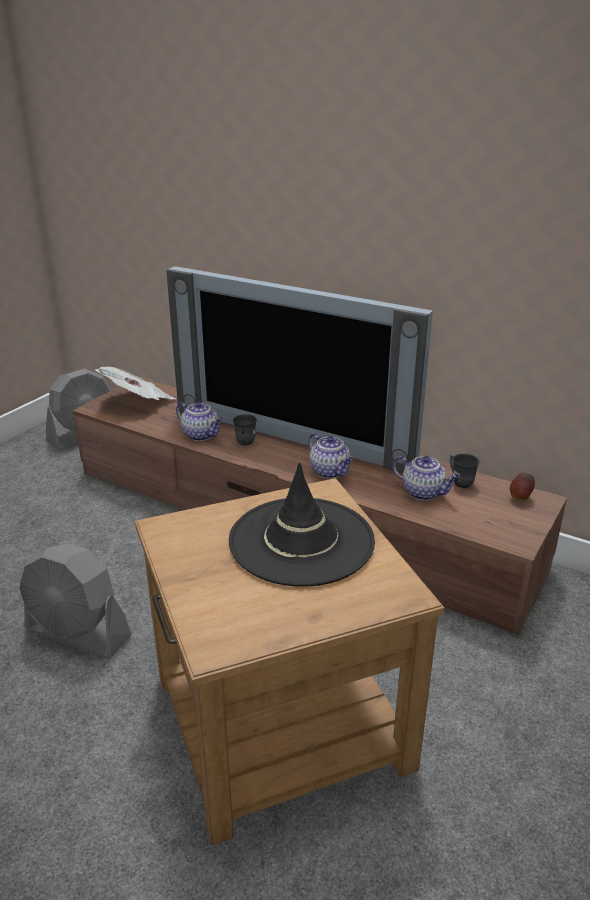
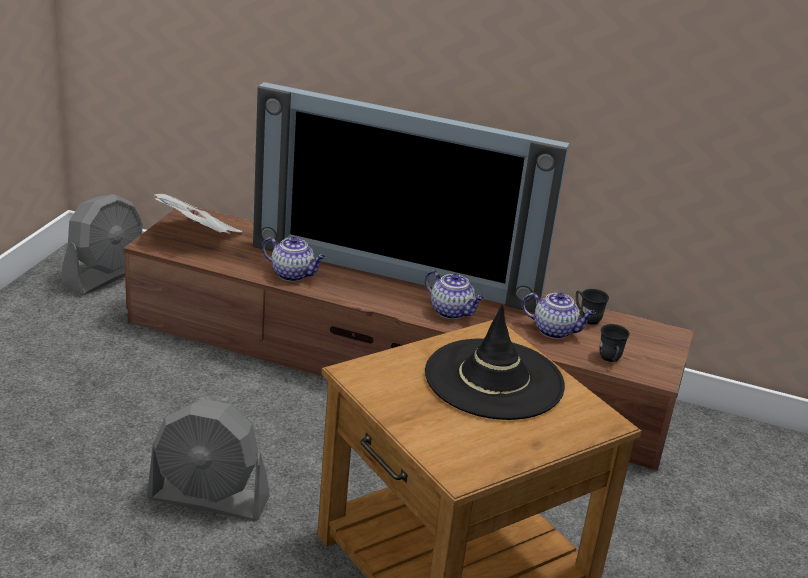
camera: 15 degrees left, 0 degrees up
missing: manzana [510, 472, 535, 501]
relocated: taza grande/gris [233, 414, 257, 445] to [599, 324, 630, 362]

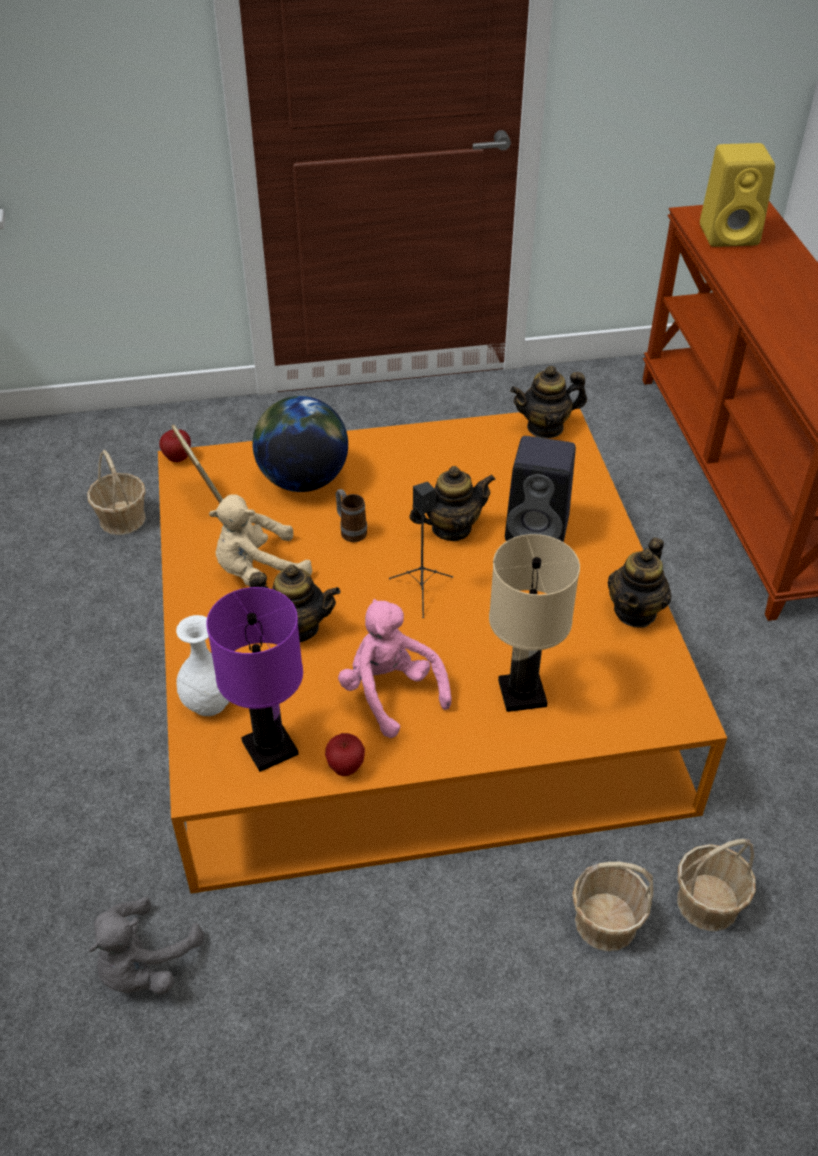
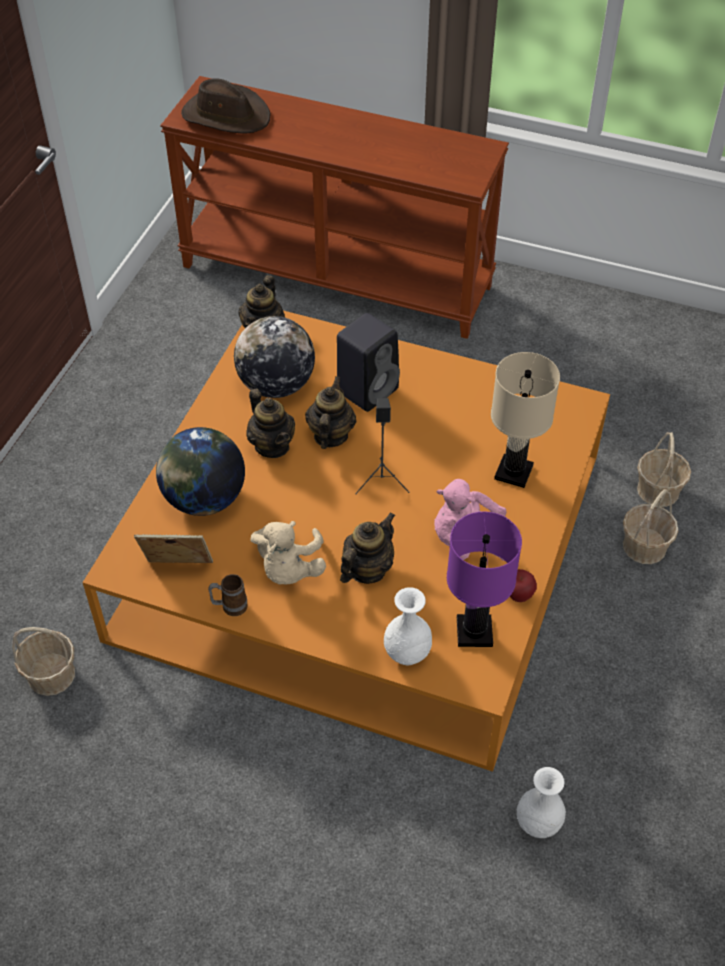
camera: 60 degrees left, 5 degrees up
missing: manzana [159, 429, 191, 462]
appeared: globo terráqueo [234, 316, 315, 398]
relocated: taza grande [336, 489, 367, 542] to [208, 574, 248, 616]; tetera [608, 538, 671, 628] to [246, 388, 295, 458]
exchanged: altavoz/amarillo [700, 143, 775, 247] to sombrero/marrón [181, 78, 271, 133]; peluche/gris [88, 897, 204, 994] to florero/blanco [517, 767, 566, 838]

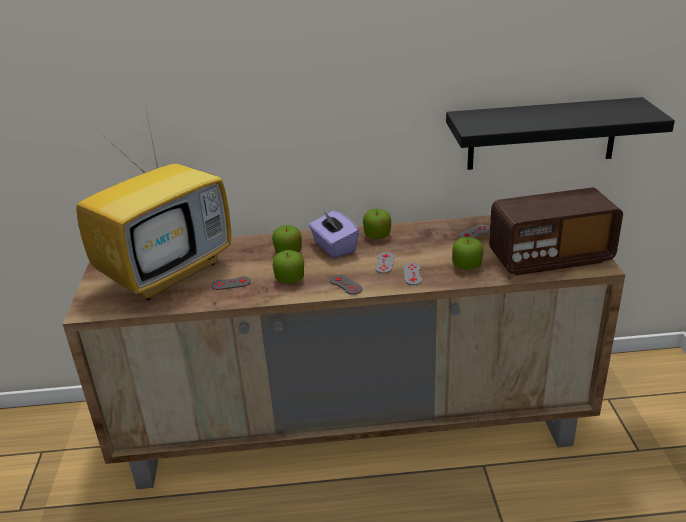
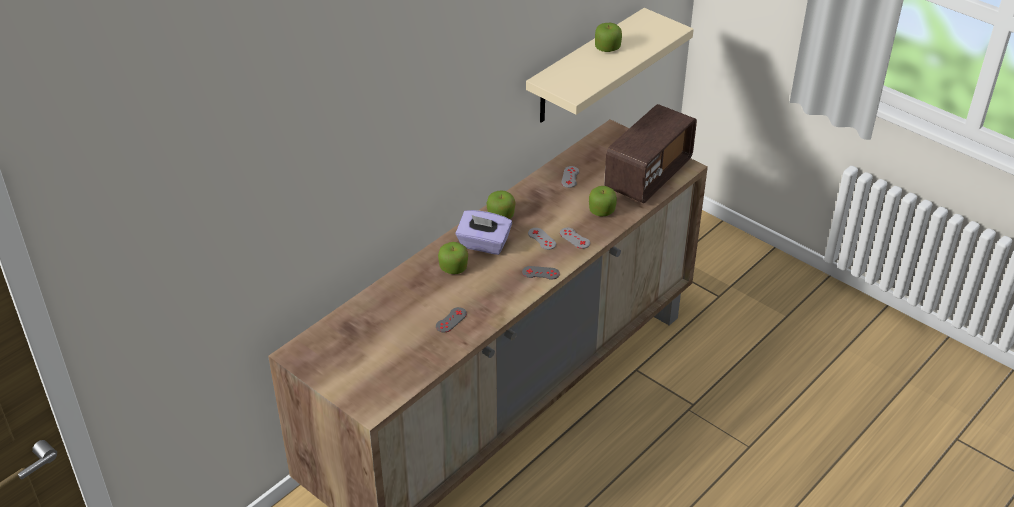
camera: 45 degrees left, 10 degrees up
missing: televisor [76, 105, 231, 300]
relocated: manzana [273, 250, 304, 283] to [595, 23, 622, 52]
colour: estante/negro [446, 97, 675, 170] to estante/beis [526, 8, 694, 123]

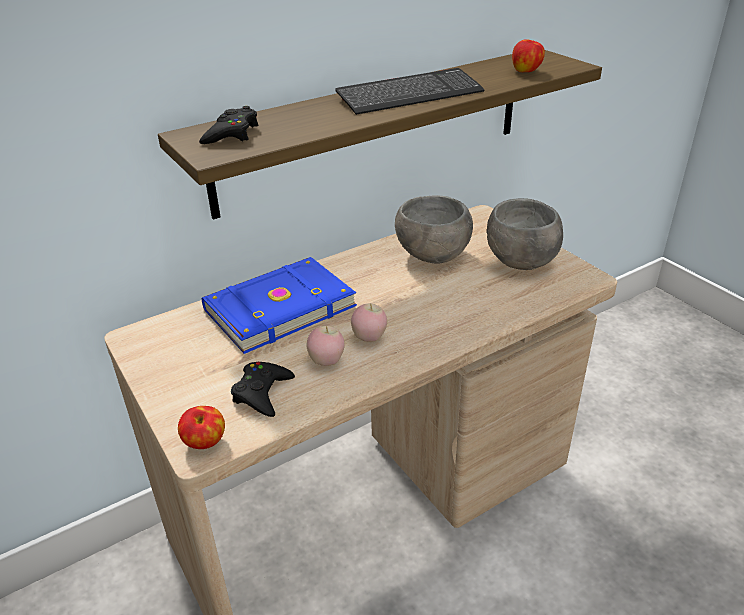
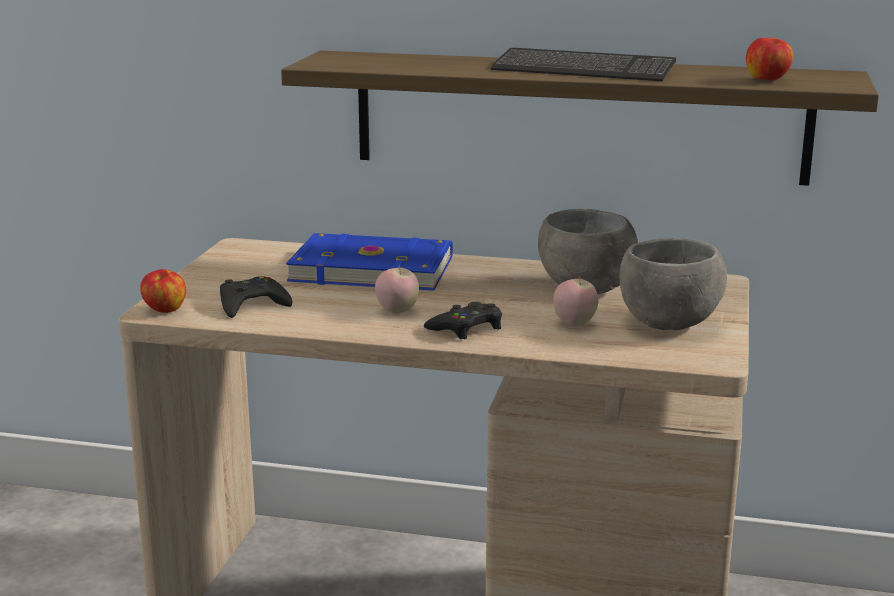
camera: 45 degrees right, 15 degrees down
relocated: mando de consola/negro [199, 106, 258, 144] to [424, 302, 502, 339]; manzana [306, 326, 345, 366] to [553, 275, 598, 326]

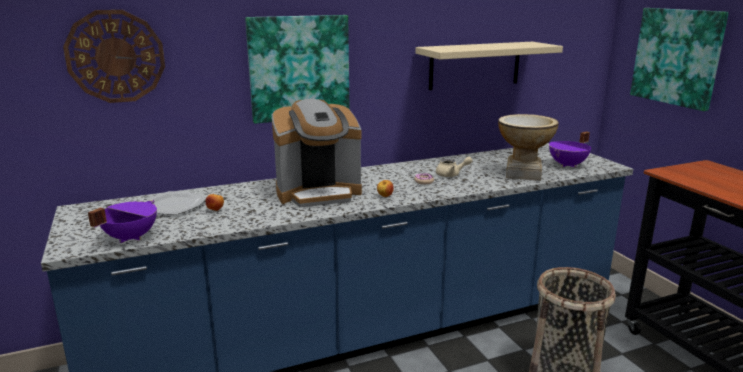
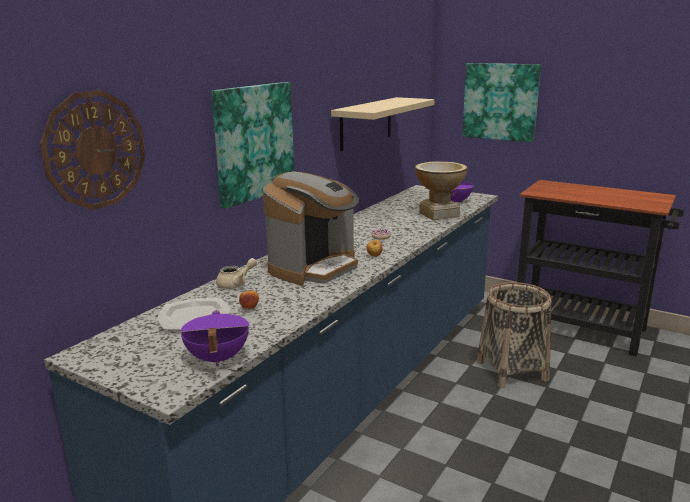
camera: 35 degrees left, 0 degrees up
relocated: tetera/beis [436, 157, 473, 177] to [216, 258, 257, 289]

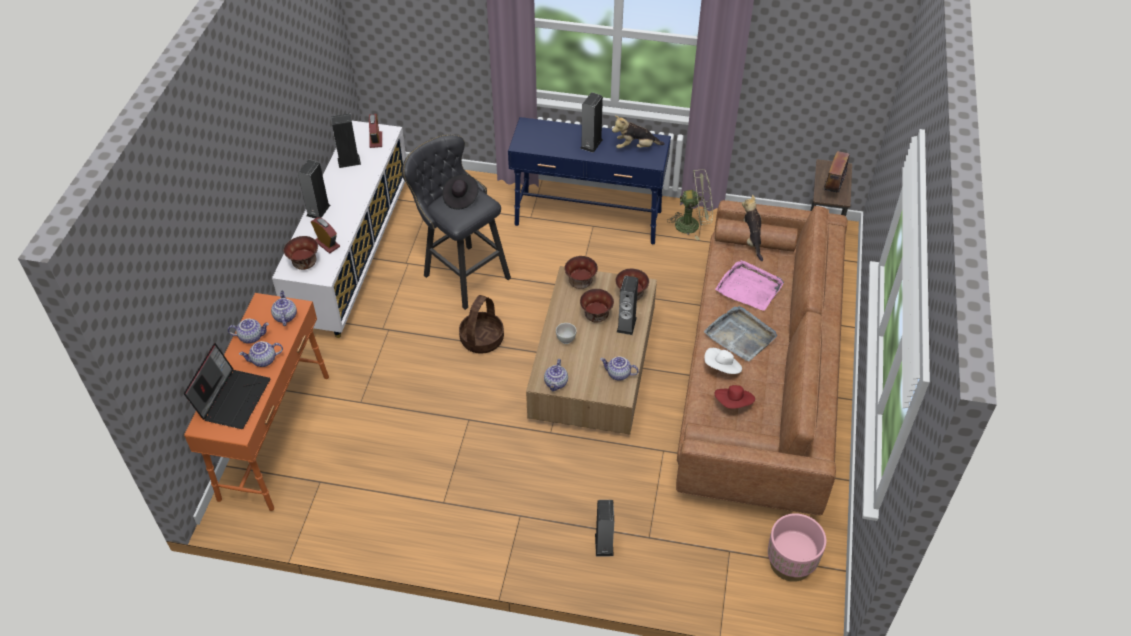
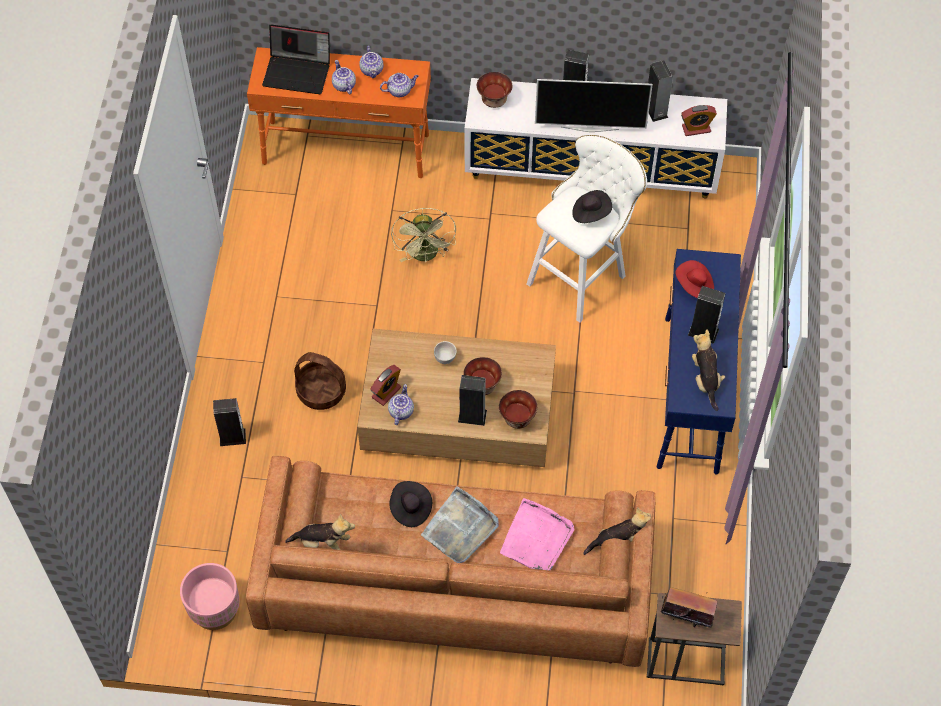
camera: 85 degrees right, 10 degrees up
missing: tetera [544, 359, 568, 391]; cuenco [564, 256, 598, 289]
appeared: peluche [285, 514, 355, 550]; televisor [535, 79, 653, 132]
relocated: cesta [459, 295, 504, 354] to [294, 352, 346, 410]; despertador [311, 217, 340, 253] to [370, 365, 401, 406]; ventilador/verde [667, 169, 713, 240] to [391, 208, 456, 262]; sombrero/rojo [714, 385, 755, 409] to [676, 260, 714, 298]
colour: sombrero/blanco [704, 348, 742, 374] to sombrero/negro [389, 481, 432, 527]; taburete/negro [402, 135, 511, 310] to taburete/blanco [527, 135, 647, 323]

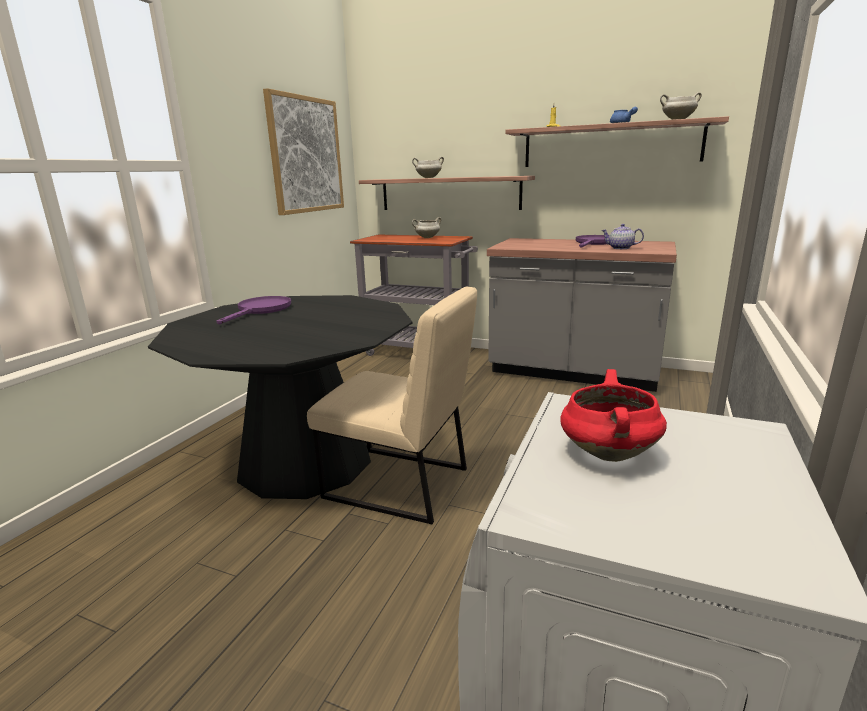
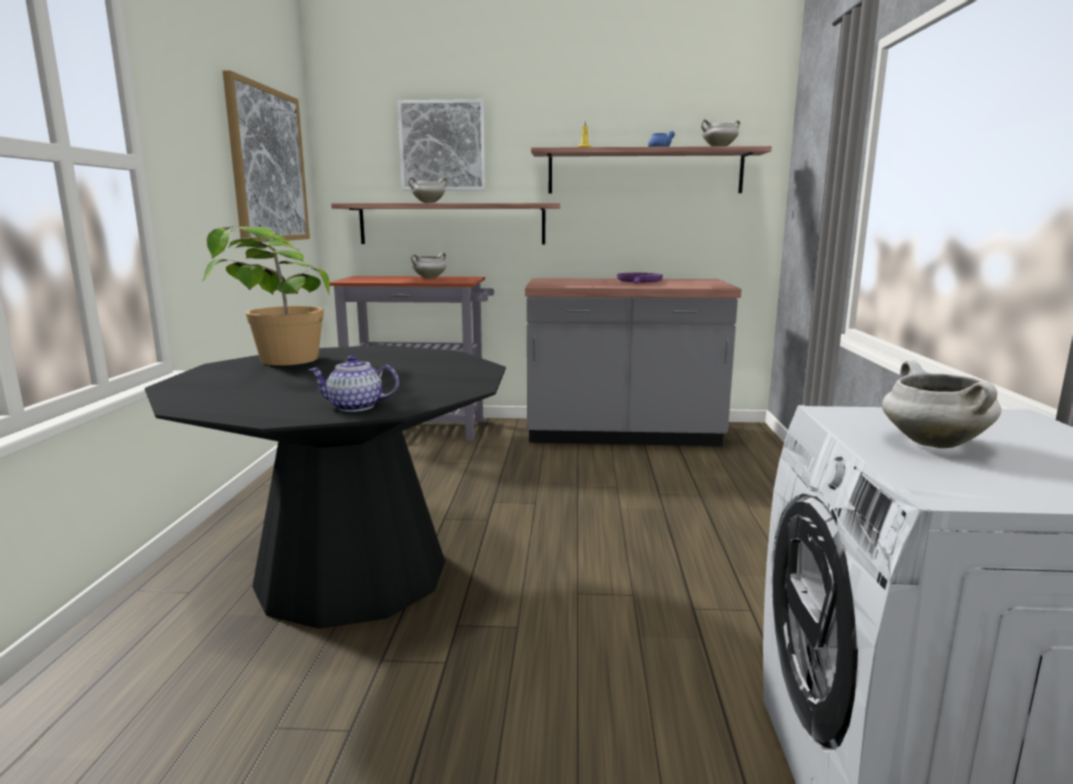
camera: 20 degrees left, 5 degrees down
missing: silla/beis [307, 287, 477, 524]
appeared: cuadro [397, 99, 486, 191]
relocated: tetera [601, 224, 644, 249] to [309, 355, 399, 412]
exchanged: sartén/morado [216, 296, 291, 324] to planta en maceta [202, 226, 330, 366]
colour: olla/rojo [560, 369, 667, 462] to olla/blanco [882, 360, 1001, 448]

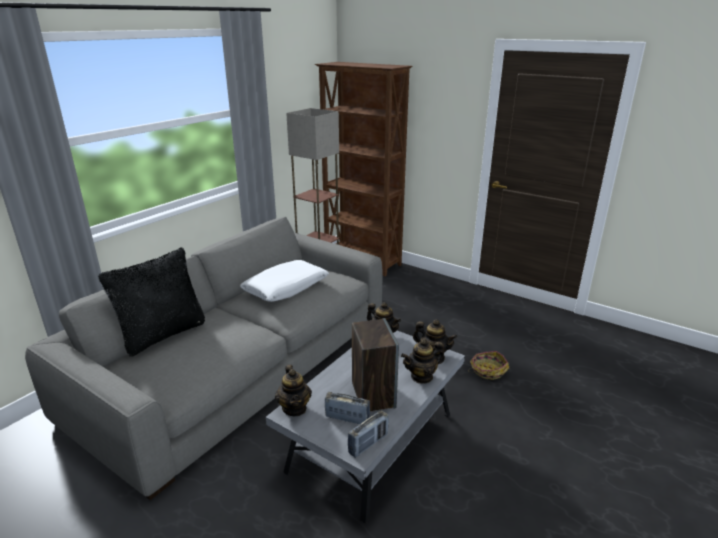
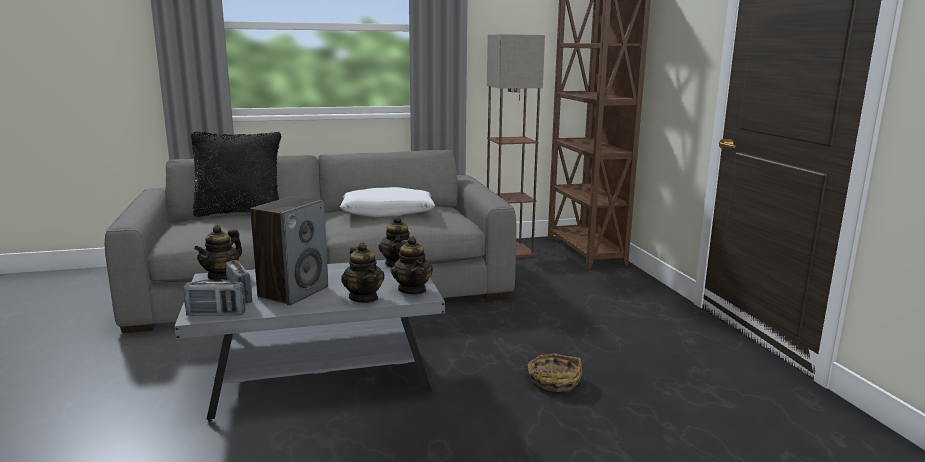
camera: 40 degrees right, 10 degrees down
spun: tetera [401, 339, 445, 383] = [341, 242, 385, 303] 135 degrees counterclockwise

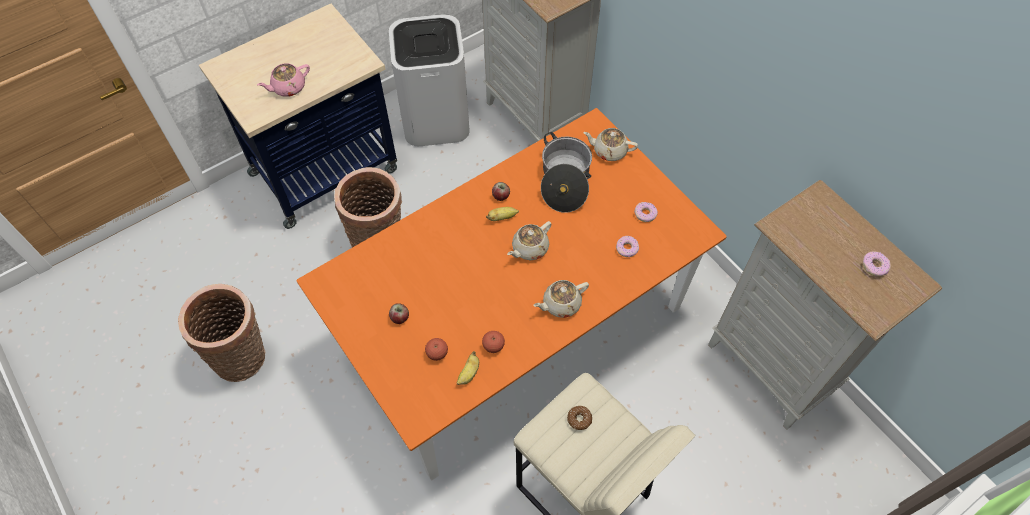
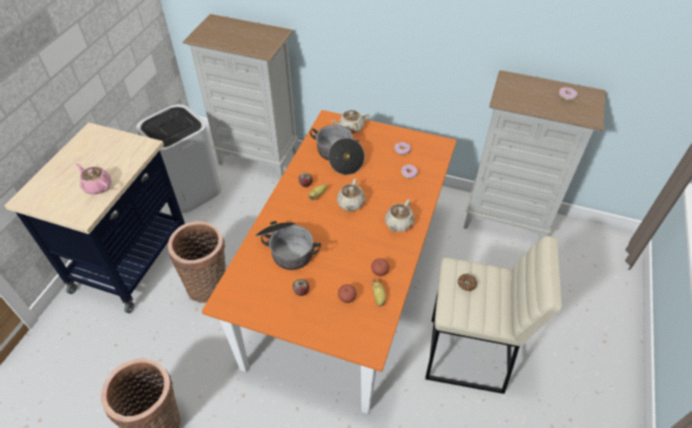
camera: 35 degrees left, 10 degrees down
appeared: olla [255, 221, 321, 270]
spun: tetera/rosa [257, 63, 310, 96] = [76, 163, 111, 194] 105 degrees clockwise

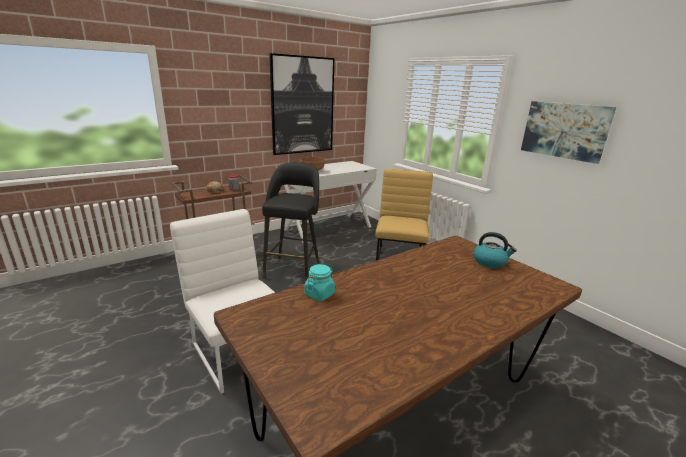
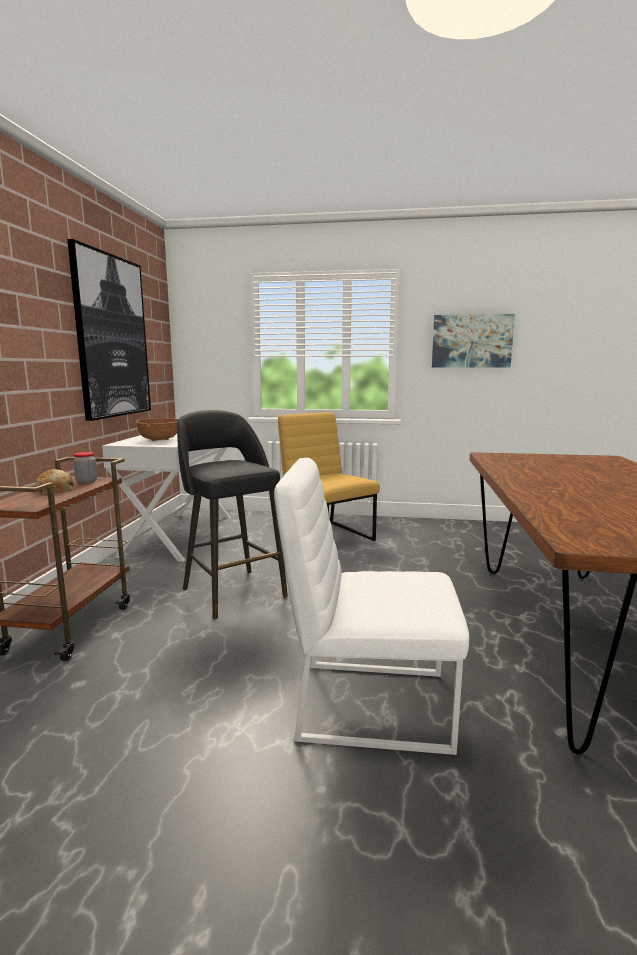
camera: 45 degrees left, 10 degrees down
missing: tarro/turquesa [305, 264, 335, 301]; hervidor [473, 232, 517, 268]

